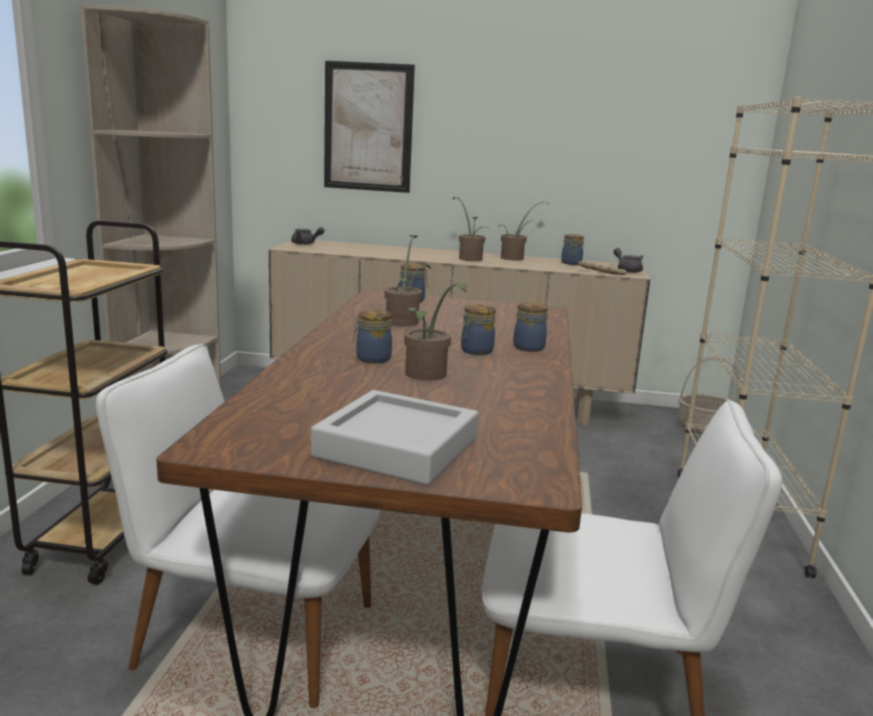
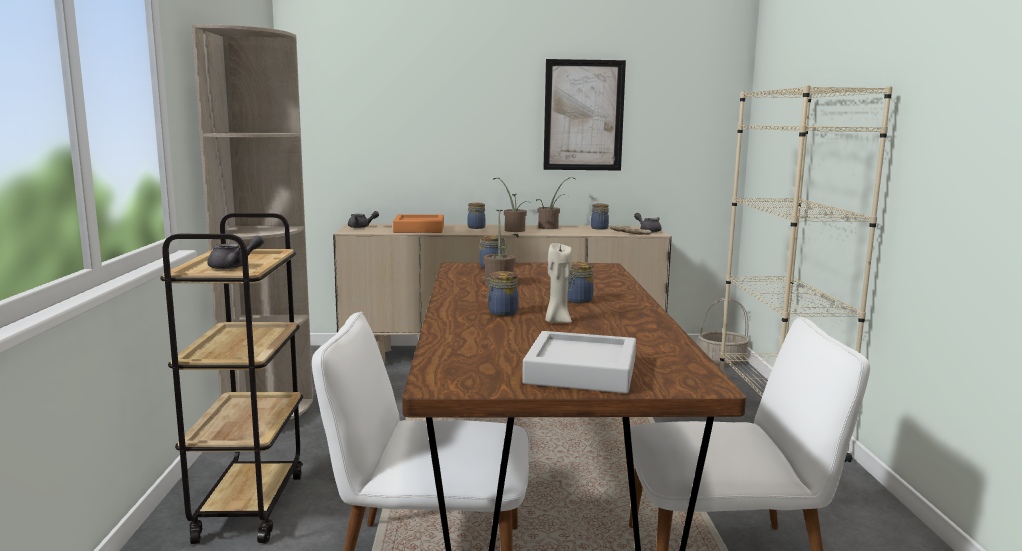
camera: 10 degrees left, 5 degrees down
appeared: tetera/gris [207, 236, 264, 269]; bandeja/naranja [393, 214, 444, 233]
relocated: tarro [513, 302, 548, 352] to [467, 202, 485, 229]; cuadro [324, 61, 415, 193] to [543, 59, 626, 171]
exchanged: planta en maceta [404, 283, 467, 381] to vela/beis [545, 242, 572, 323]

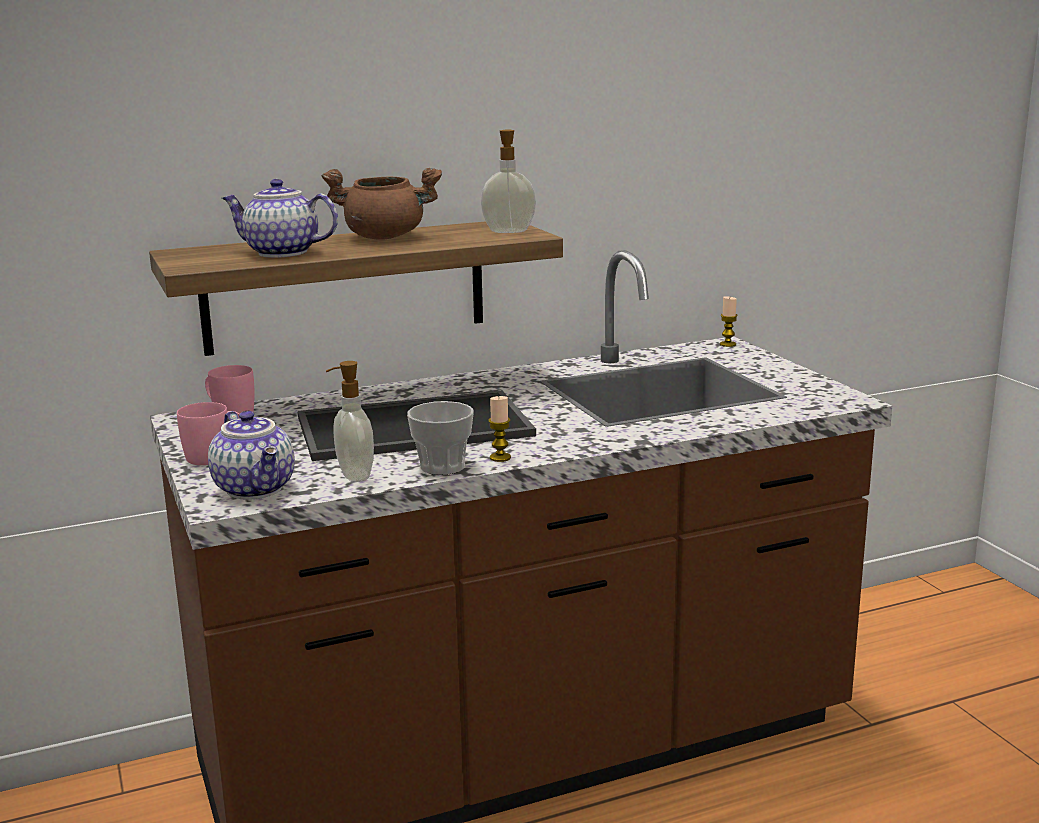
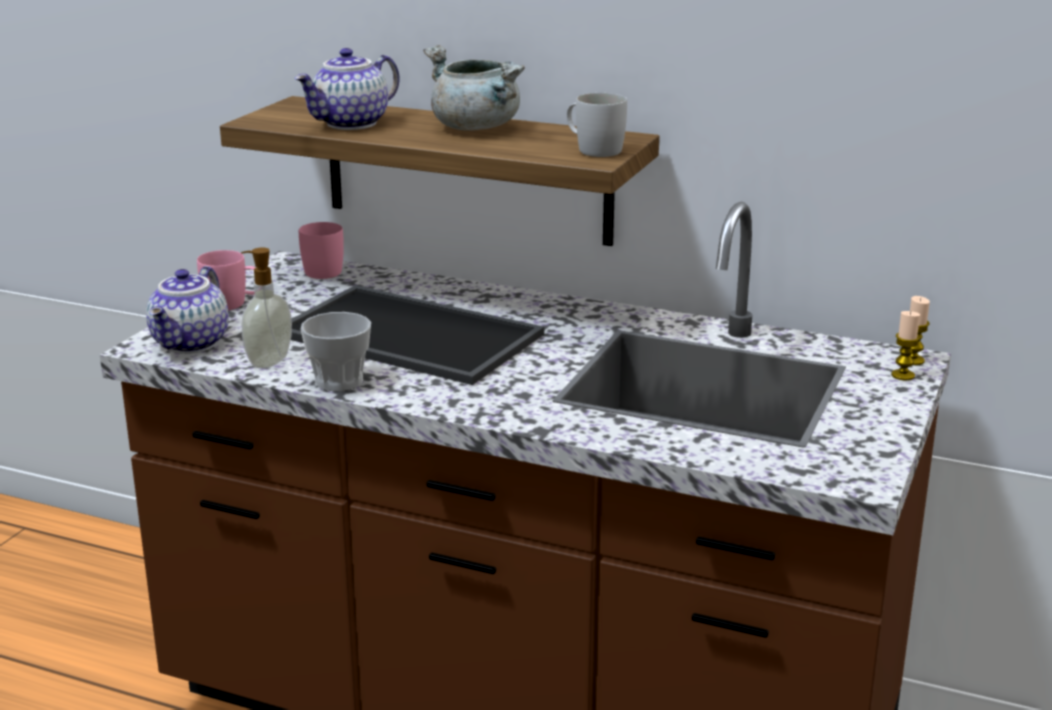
camera: 45 degrees right, 5 degrees up
relocated: vela [488, 396, 511, 462] to [892, 311, 920, 380]
exchanged: dispensador de jabón [481, 130, 536, 233] to taza grande/blanco [567, 93, 627, 157]
colour: olla/marrón [322, 168, 442, 240] to olla/gris [423, 45, 524, 131]
spun: tetera [222, 179, 338, 258] = [294, 48, 400, 130] 105 degrees counterclockwise

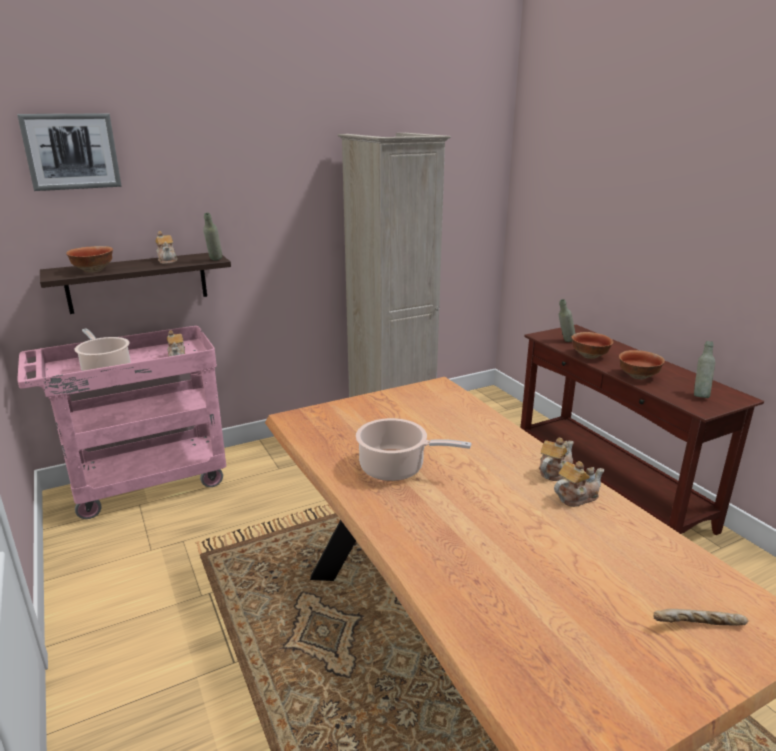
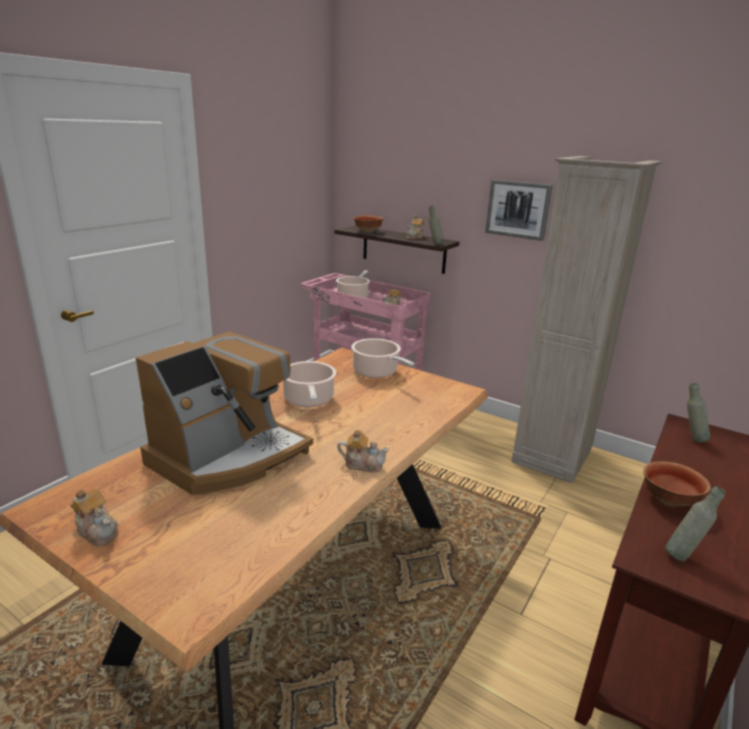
camera: 60 degrees right, 0 degrees up
missing: cuenco [571, 332, 613, 359]; pan [654, 609, 749, 626]
appeared: cafetera [136, 331, 313, 495]; olla [351, 338, 415, 378]
relocated: tetera [554, 461, 604, 507] to [70, 488, 118, 546]; cuadro [17, 114, 122, 191] to [485, 180, 552, 241]

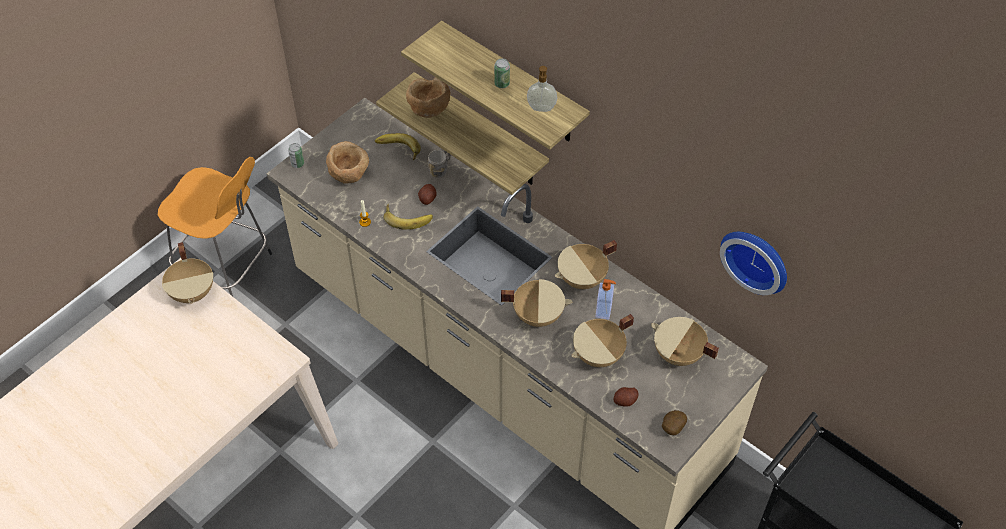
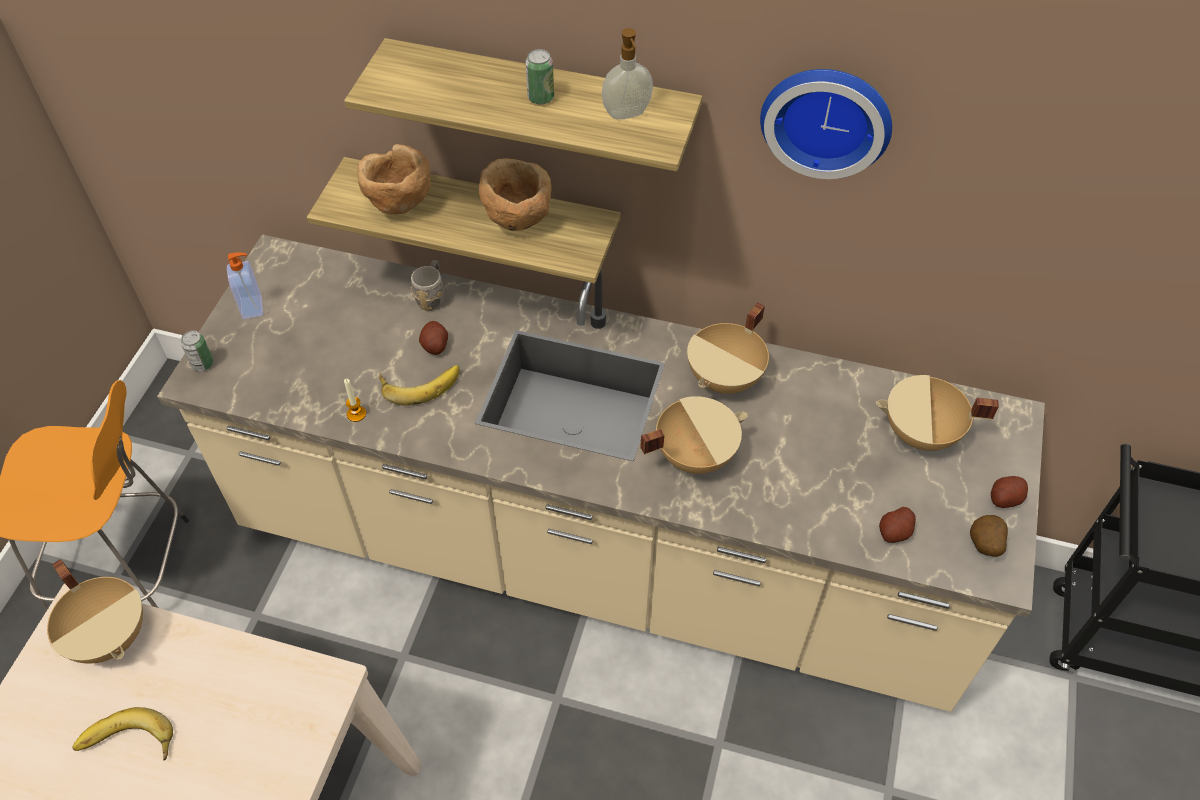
camera: 25 degrees left, 0 degrees up
missing: olla/beis [572, 314, 634, 367]
appeared: patata [991, 476, 1028, 508]
relocated: plátano [375, 133, 421, 160] to [72, 707, 173, 760]; dispensador de jabón [596, 279, 616, 320] to [227, 252, 263, 319]; cuenco/marrón [326, 141, 369, 184] to [479, 158, 551, 231]; reloj de pared [720, 232, 787, 295] to [760, 69, 892, 179]

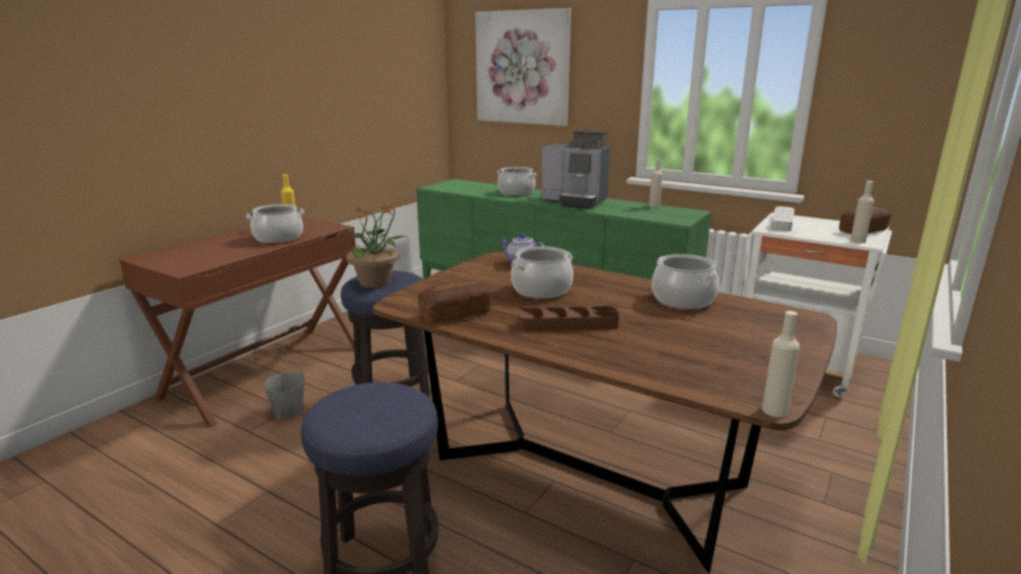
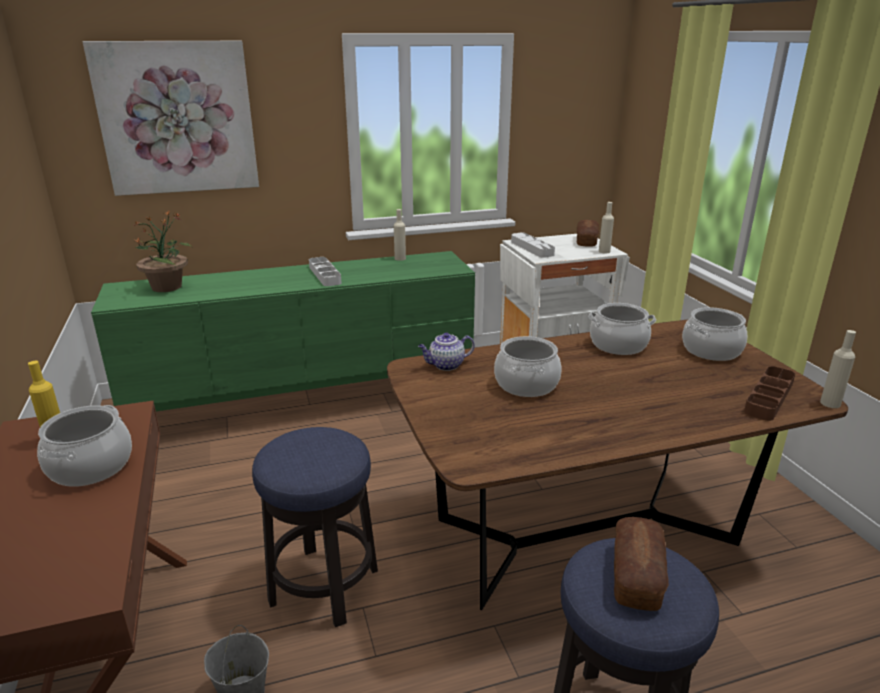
camera: 50 degrees left, 5 degrees up
relocated: planta en maceta [334, 203, 409, 288] to [134, 211, 192, 292]; pan [418, 280, 492, 323] to [614, 517, 669, 611]; olla [497, 167, 537, 195] to [682, 307, 747, 361]; bandeja/marrón [518, 306, 619, 331] to [744, 366, 795, 421]
exchanged: cafetera [541, 130, 610, 209] to bandeja/gris [309, 257, 341, 286]

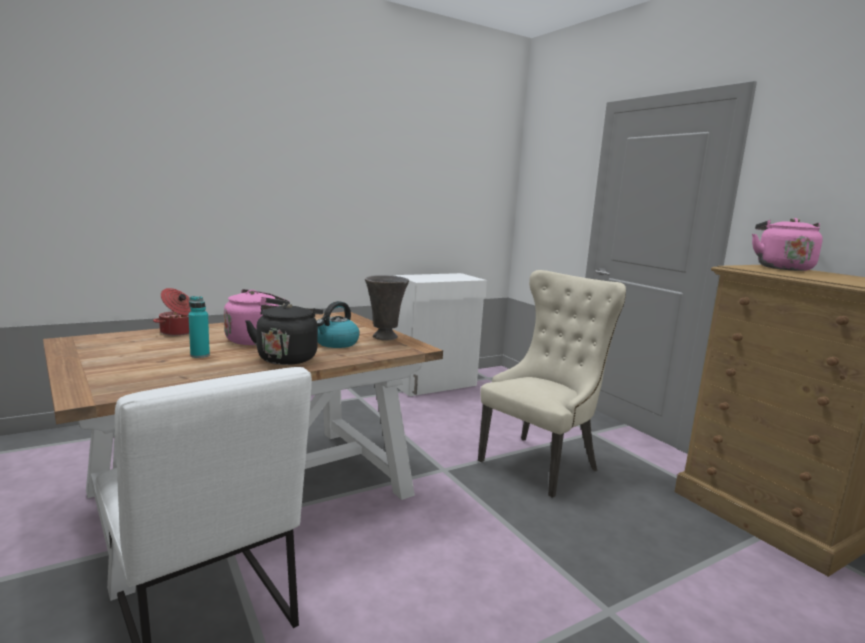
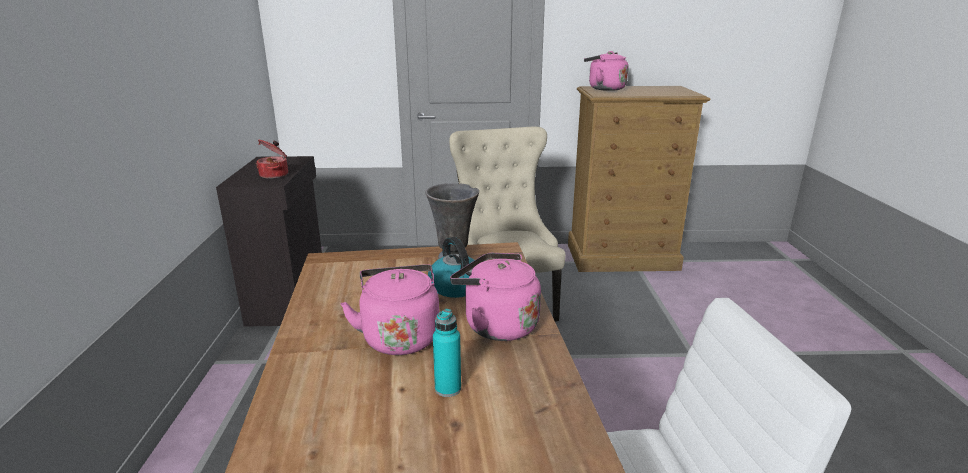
camera: 60 degrees left, 10 degrees up
relocated: olla [153, 288, 191, 336] to [256, 139, 288, 179]
colour: armario/blanco [392, 273, 487, 396] to armario/negro [216, 156, 322, 327]; hervidor/negro [245, 303, 323, 365] to hervidor/rosa [450, 253, 541, 341]

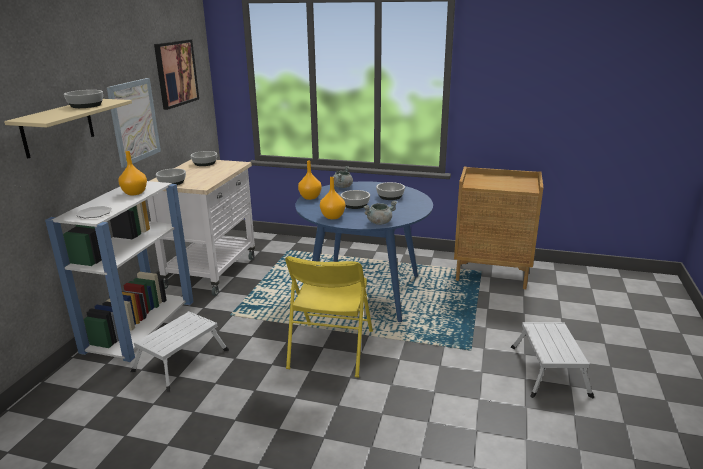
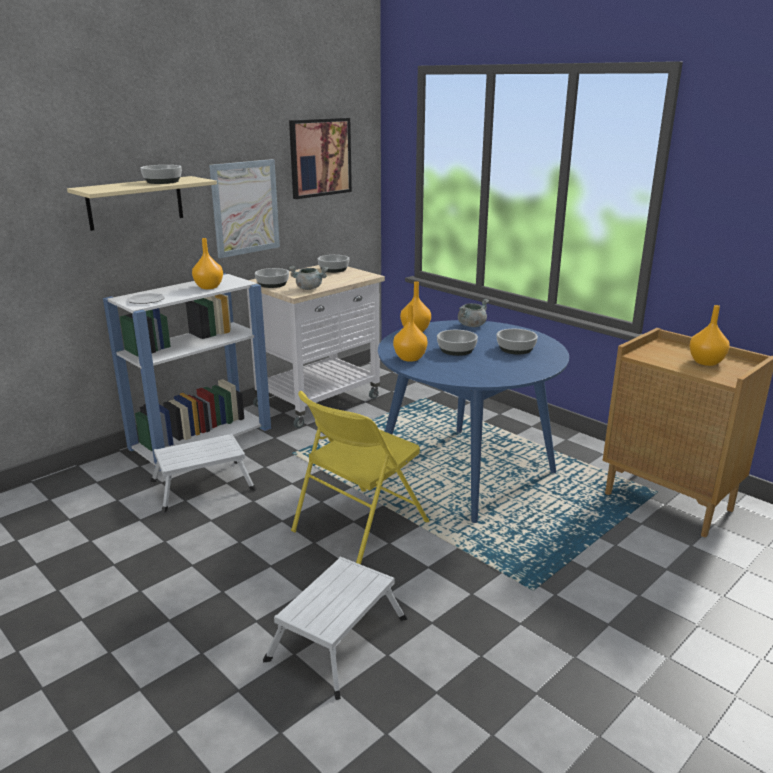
camera: 30 degrees right, 0 degrees up
appeared: florero/naranja [689, 305, 730, 366]
relocated: escalera de tijera/blanco [510, 322, 594, 398] to [263, 557, 408, 700]; olla/gris [363, 201, 398, 225] to [289, 266, 328, 290]

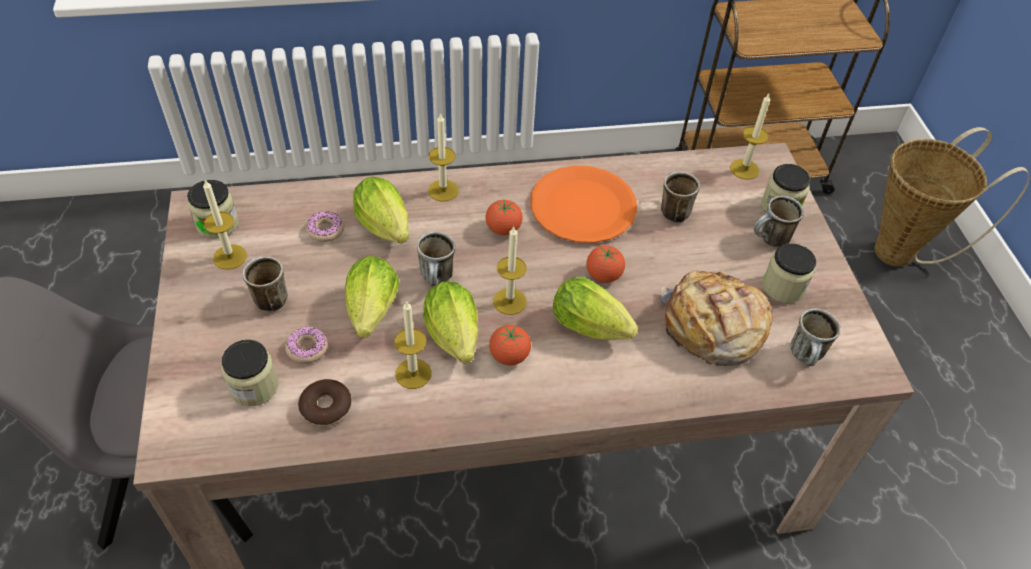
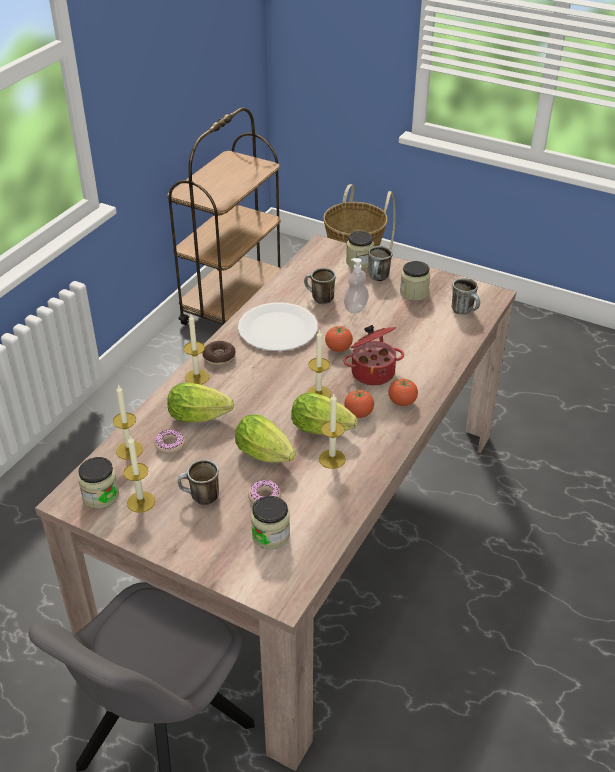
camera: 50 degrees left, 10 degrees down
missing: taza grande [417, 232, 455, 286]; pan [659, 270, 772, 366]
appeared: dispensador de jabón [344, 258, 369, 313]
relocated: vela [730, 94, 770, 180] to [113, 384, 143, 460]; rosquilla [298, 379, 352, 427] to [203, 341, 236, 366]; tomate [485, 199, 523, 235] to [388, 378, 418, 406]
exchanged: lechuga [553, 277, 638, 340] to olla [343, 325, 404, 386]
colour: plato/naranja [530, 166, 637, 243] to plato/blanco [238, 302, 318, 351]

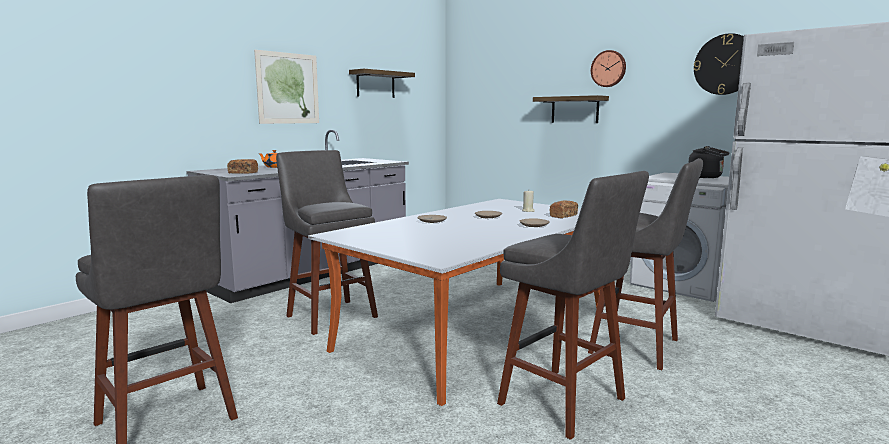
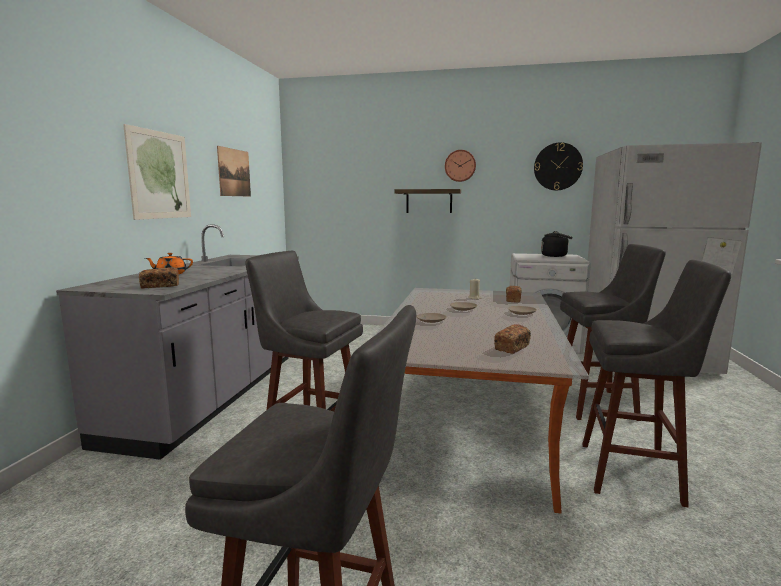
camera: 30 degrees left, 0 degrees up
appeared: pan [494, 324, 531, 354]
exchanged: estante [349, 69, 415, 98] to cuadro [217, 146, 251, 197]

